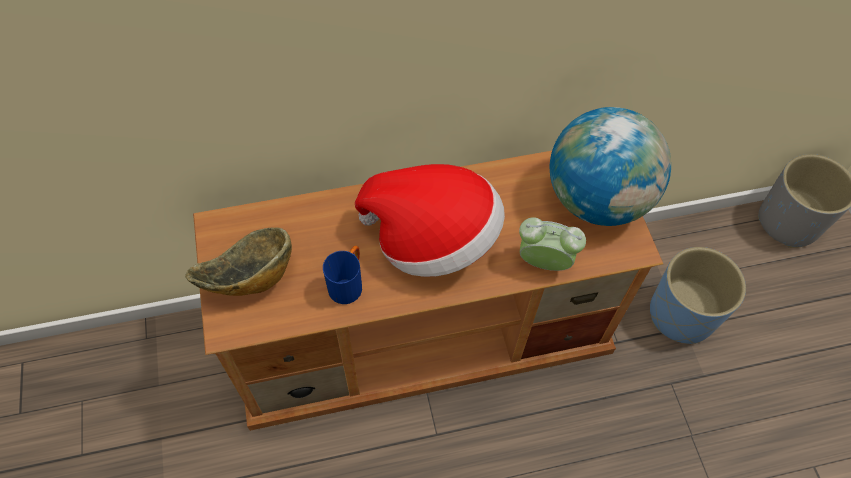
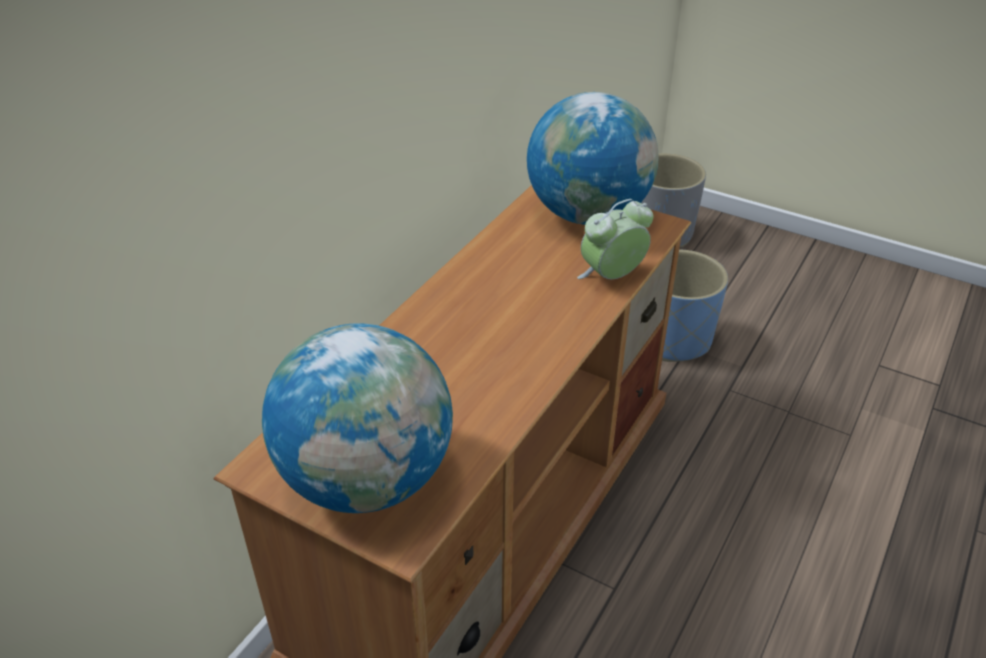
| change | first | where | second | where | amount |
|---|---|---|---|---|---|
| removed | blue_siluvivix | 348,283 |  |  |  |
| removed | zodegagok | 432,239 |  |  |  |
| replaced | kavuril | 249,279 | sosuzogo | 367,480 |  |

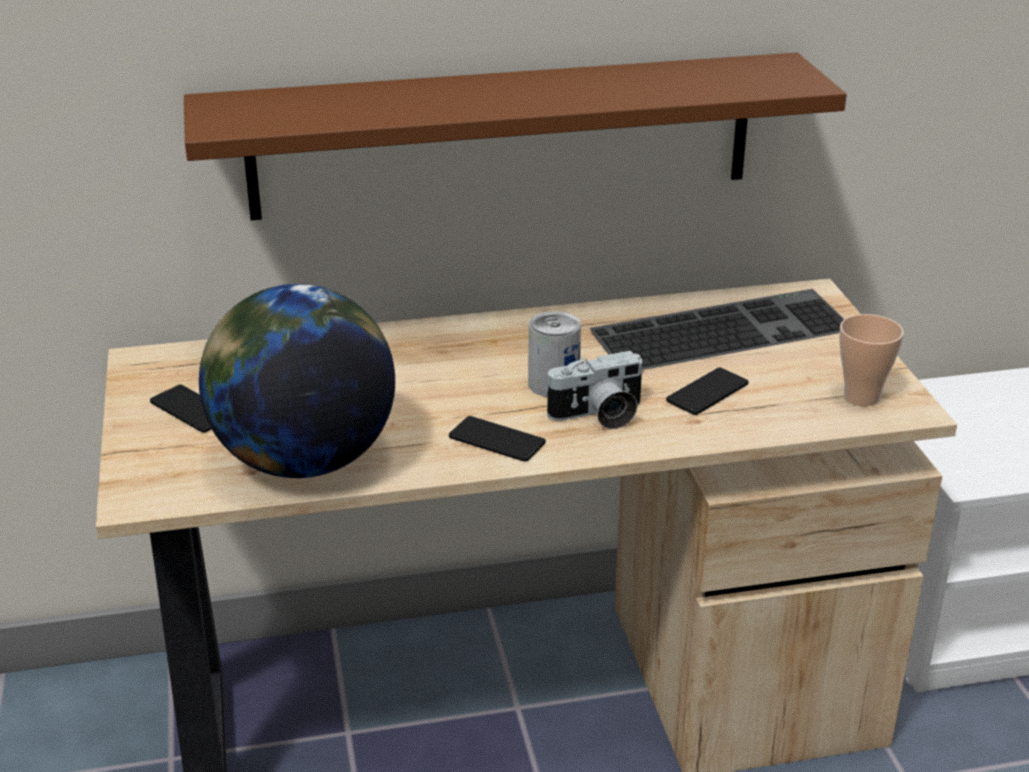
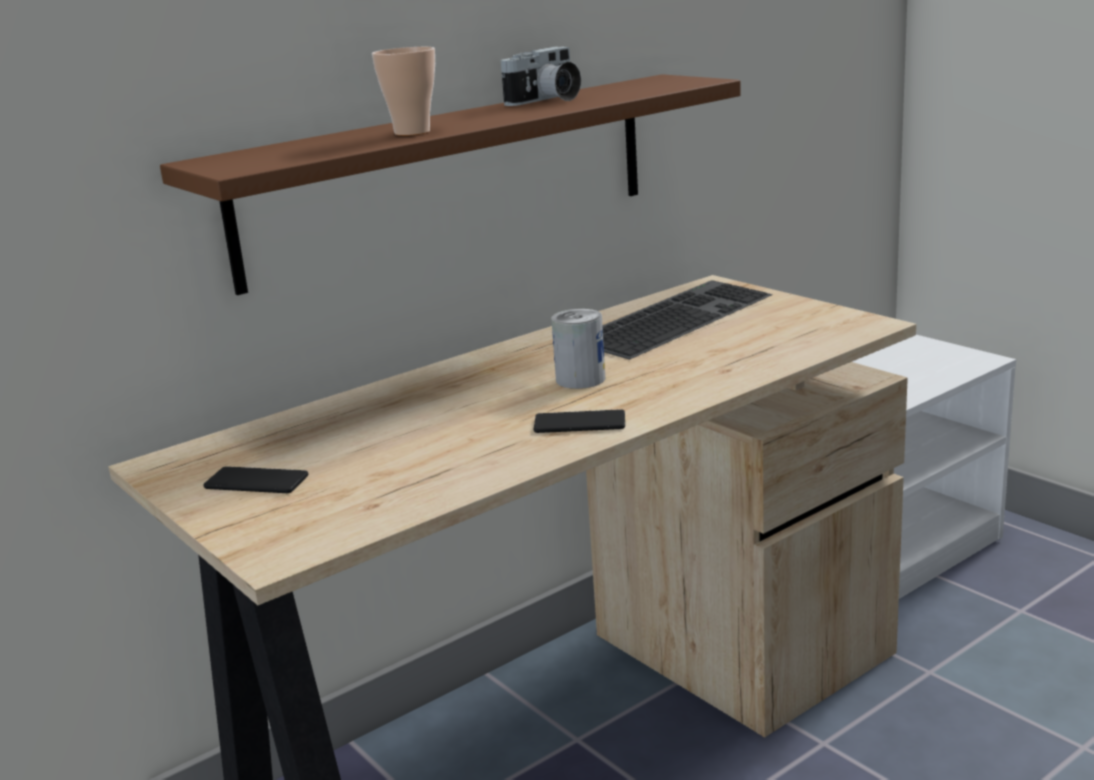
| change | first | where | second | where | amount |
|---|---|---|---|---|---|
| removed | sosuzogo | 303,460 |  |  |  |
| removed | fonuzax | 707,392 |  |  |  |
| moved | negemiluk | 598,415 |  | 546,101 |  |
| moved | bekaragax | 861,397 |  | 412,132 |  |

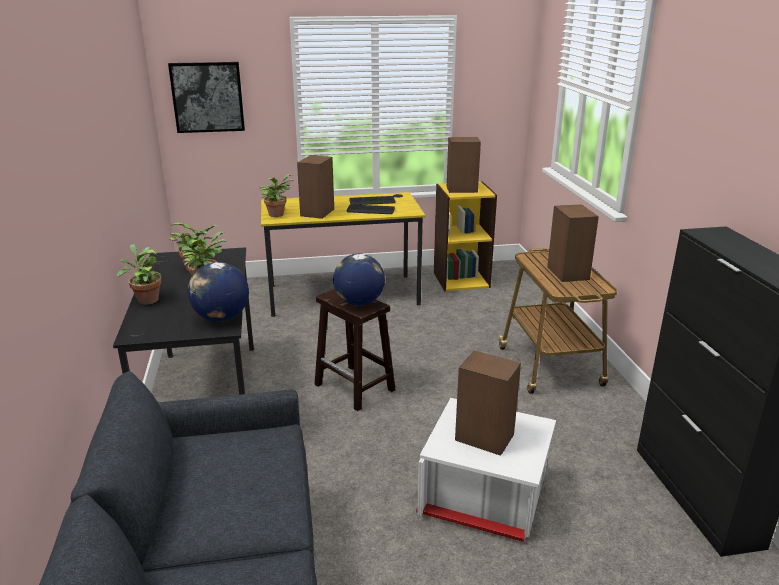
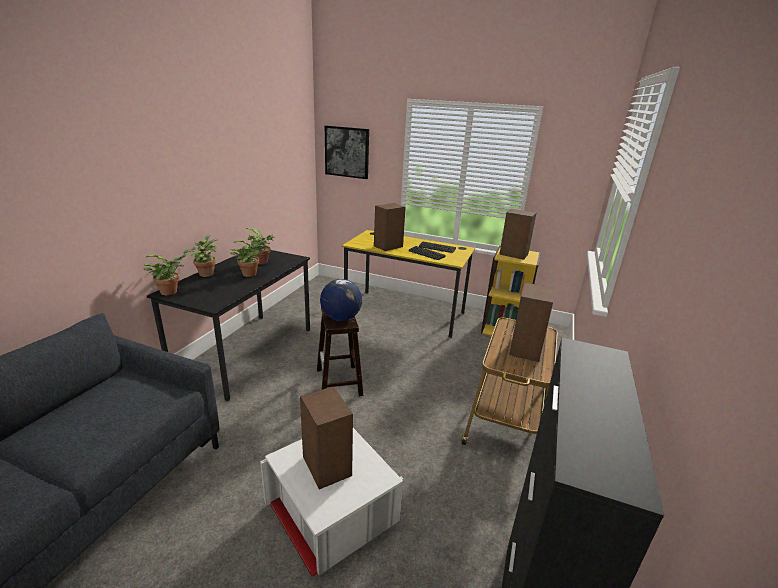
| change | first | where | second | where | amount |
|---|---|---|---|---|---|
| removed | sosuzogo | 221,318 |  |  |  |
| moved | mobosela | 277,214 |  | 171,291 |  |

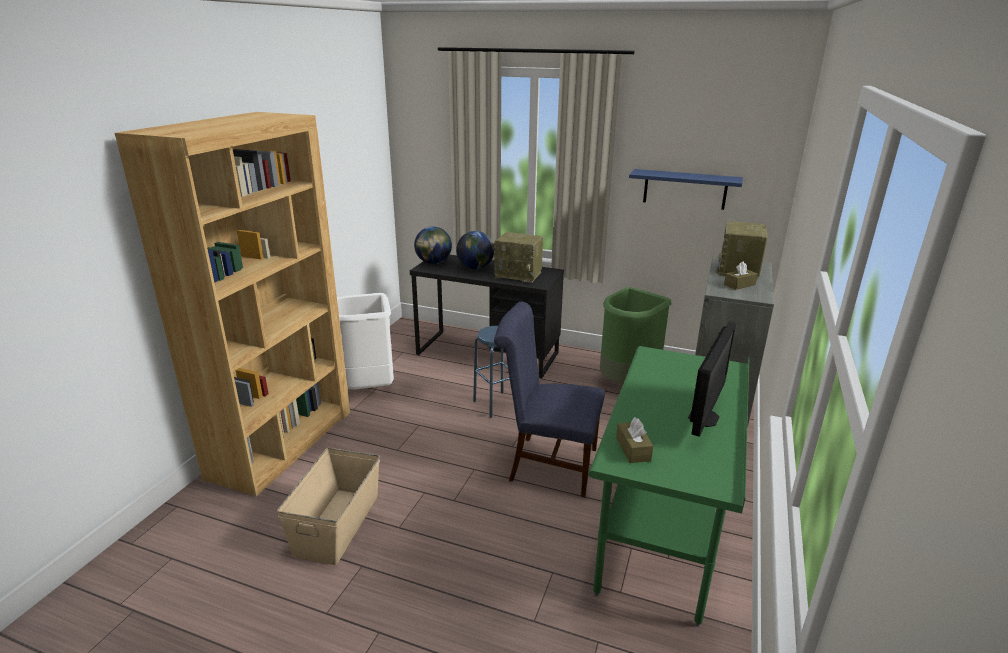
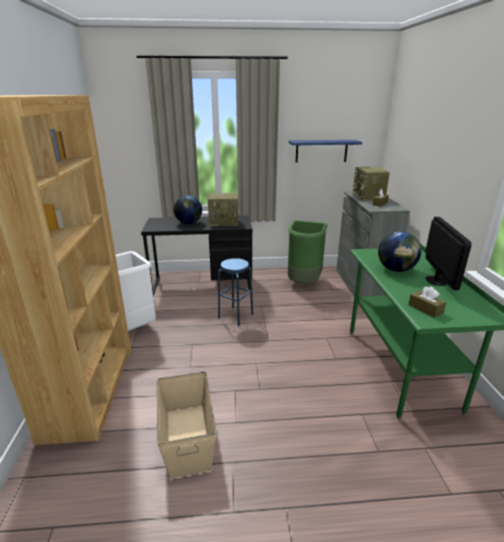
| change | first | where | second | where | amount |
|---|---|---|---|---|---|
| removed | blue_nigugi | 547,464 |  |  |  |
| moved | sosuzogo | 433,263 |  | 396,269 |  |

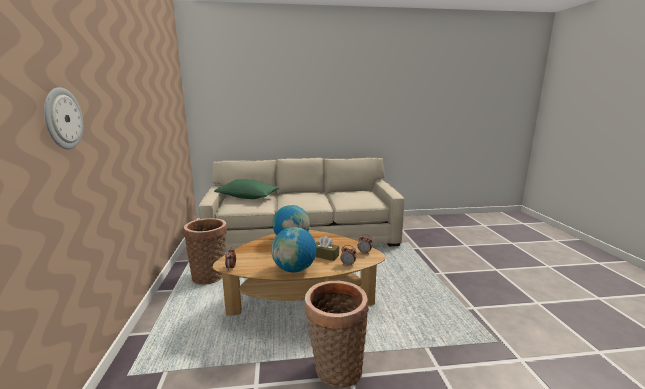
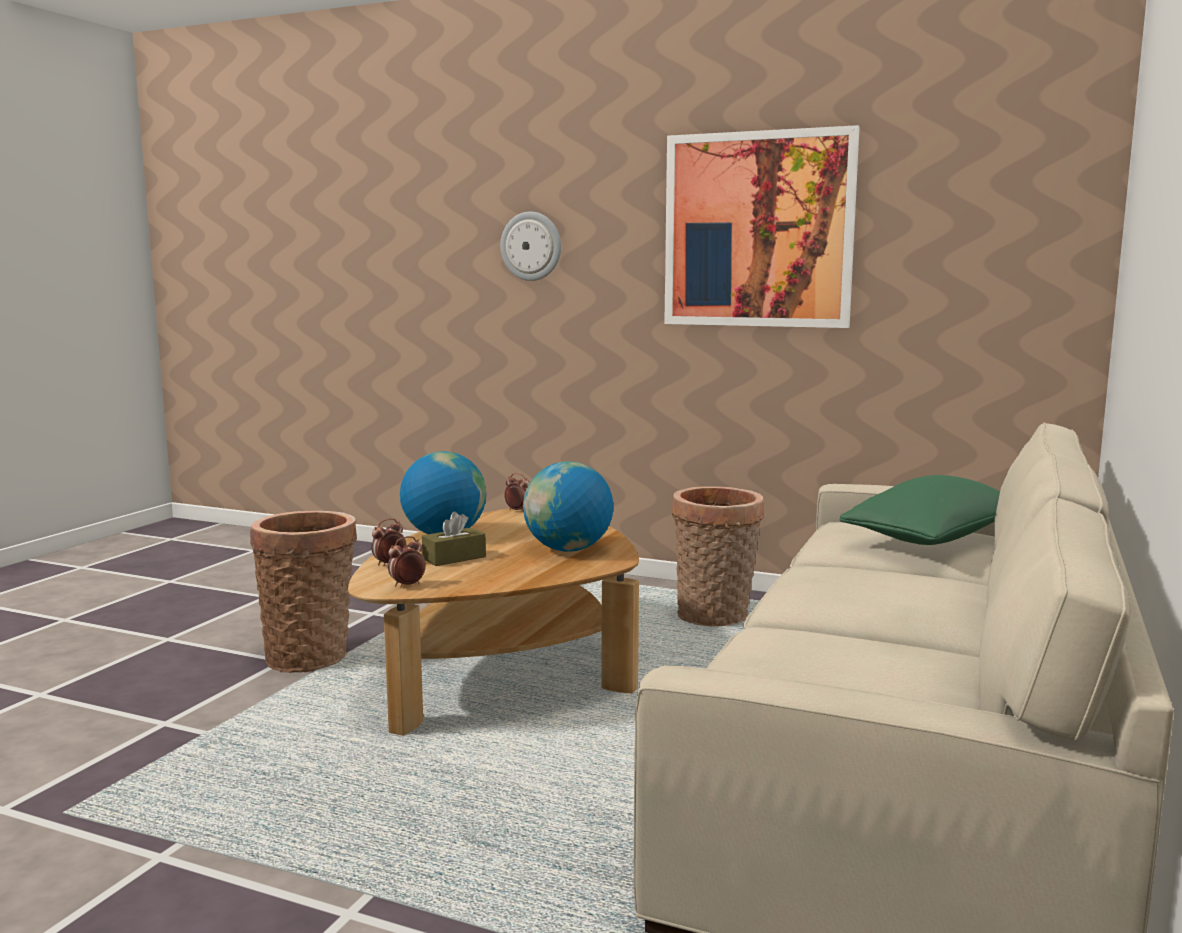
| change | first | where | second | where | amount |
|---|---|---|---|---|---|
| added |  |  | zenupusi | 758,230 |  |

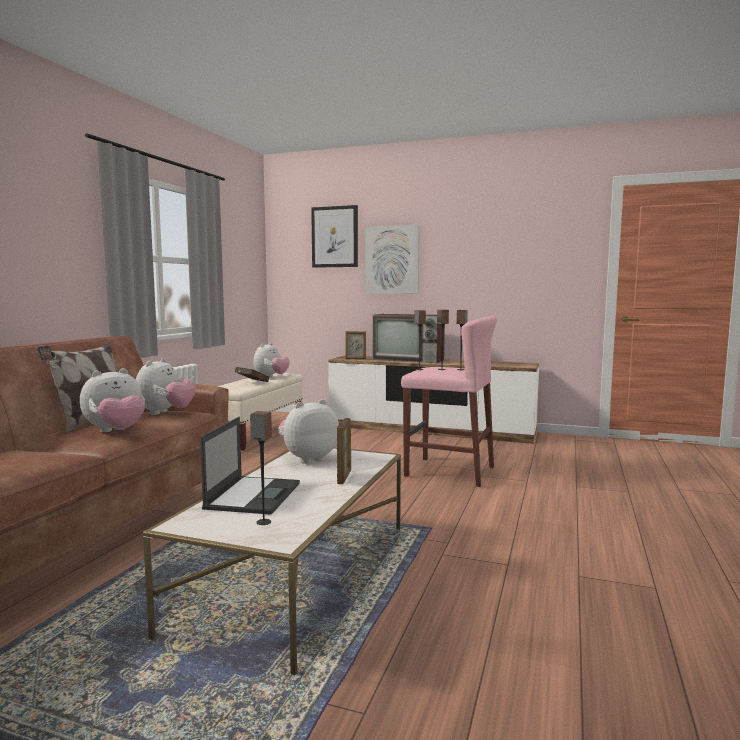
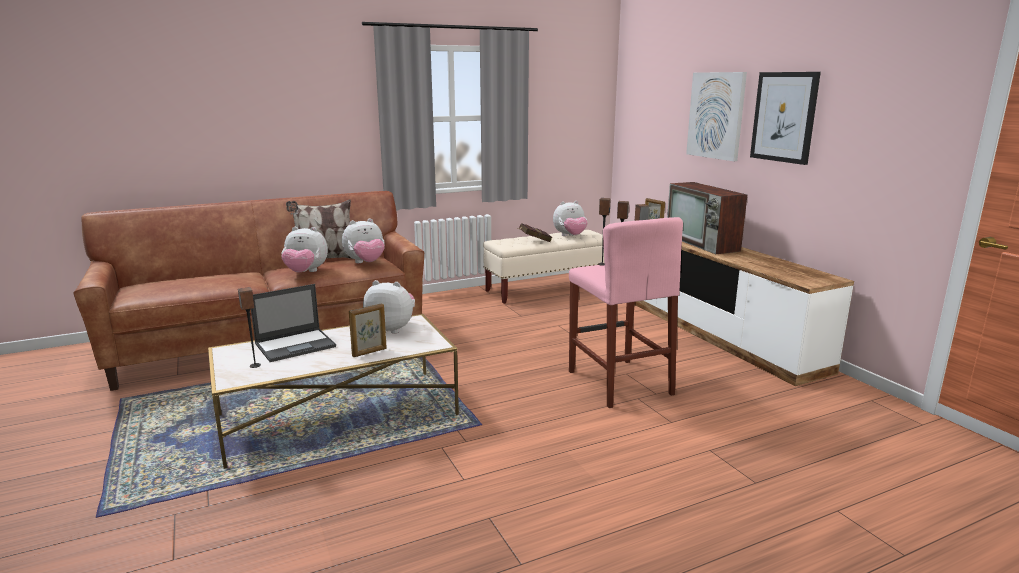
| change | first | where | second | where | amount |
|---|---|---|---|---|---|
| moved | zenupusi | 335,237 |  | 784,117 |  |

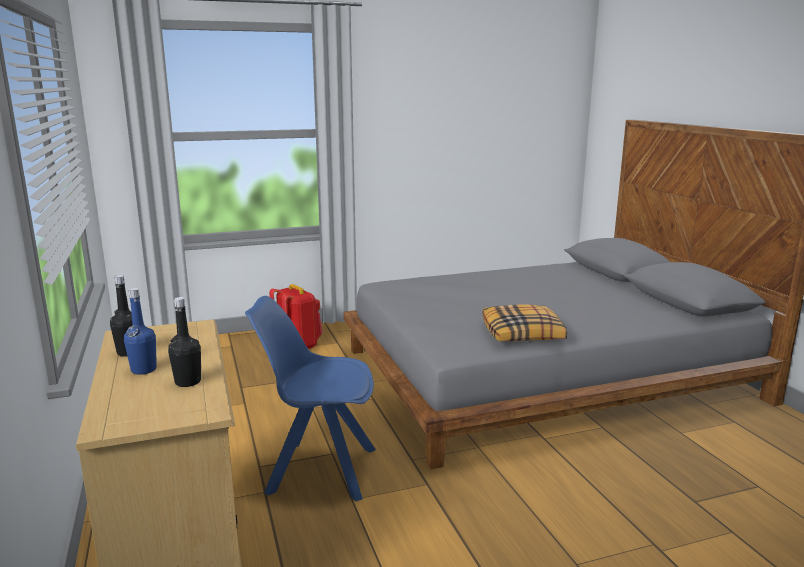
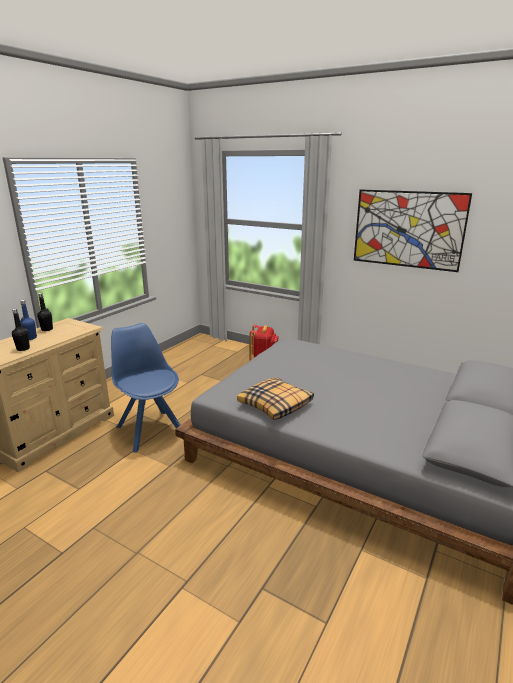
| change | first | where | second | where | amount |
|---|---|---|---|---|---|
| added |  |  | zenupusi | 407,229 |  |

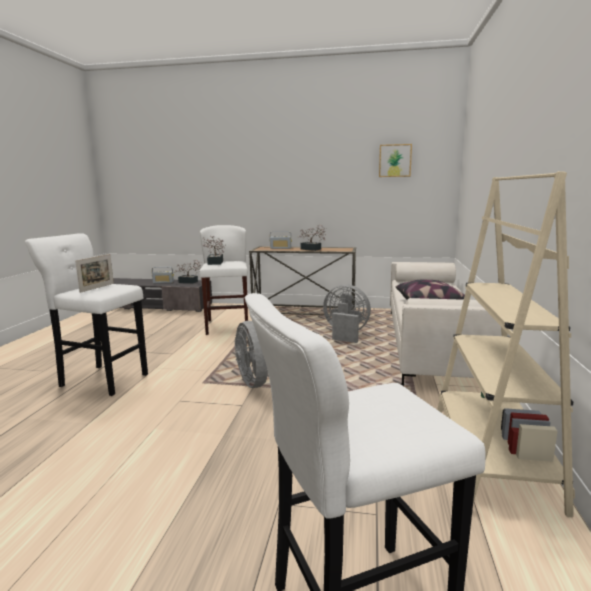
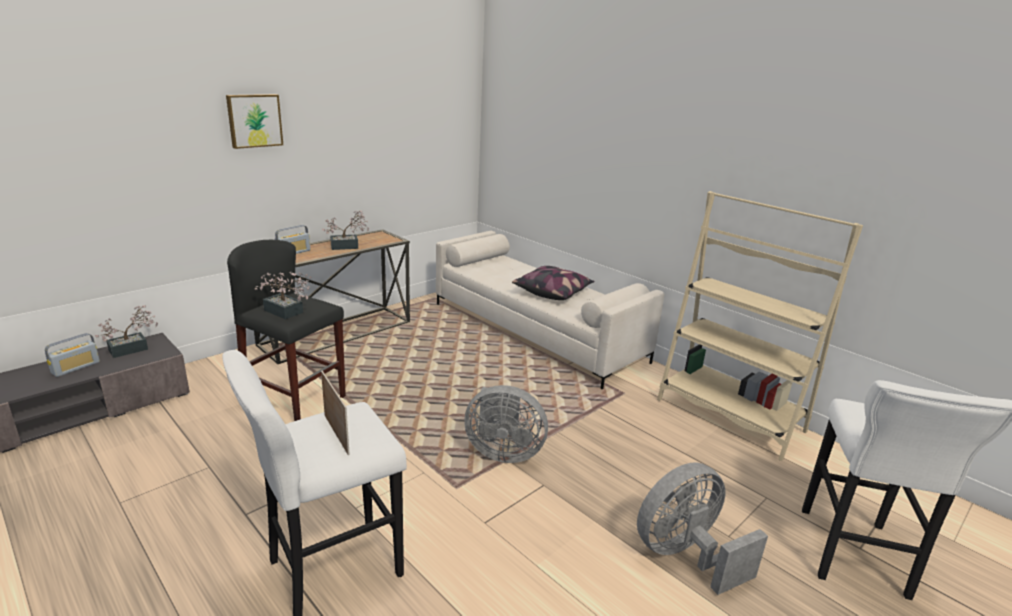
| change | first | where | second | where | amount |
|---|---|---|---|---|---|
| moved | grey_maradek | 345,334 |  | 685,555 |  |
| moved | zenupusi | 395,160 |  | 254,120 |  |
| recoloured | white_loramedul | 227,326 | black_loramedul | 295,400 |  |

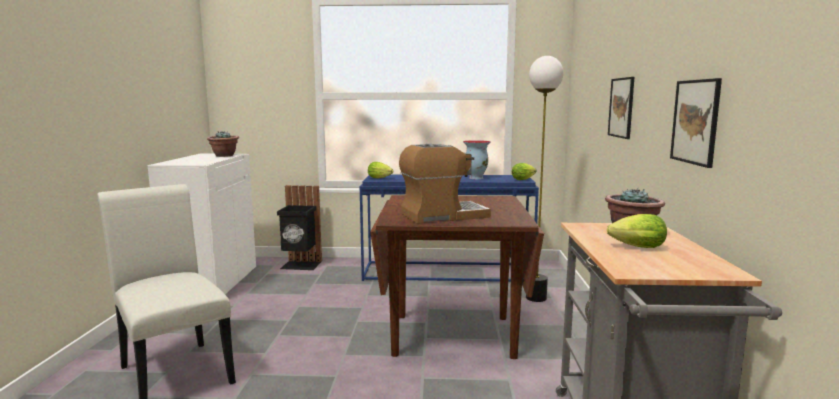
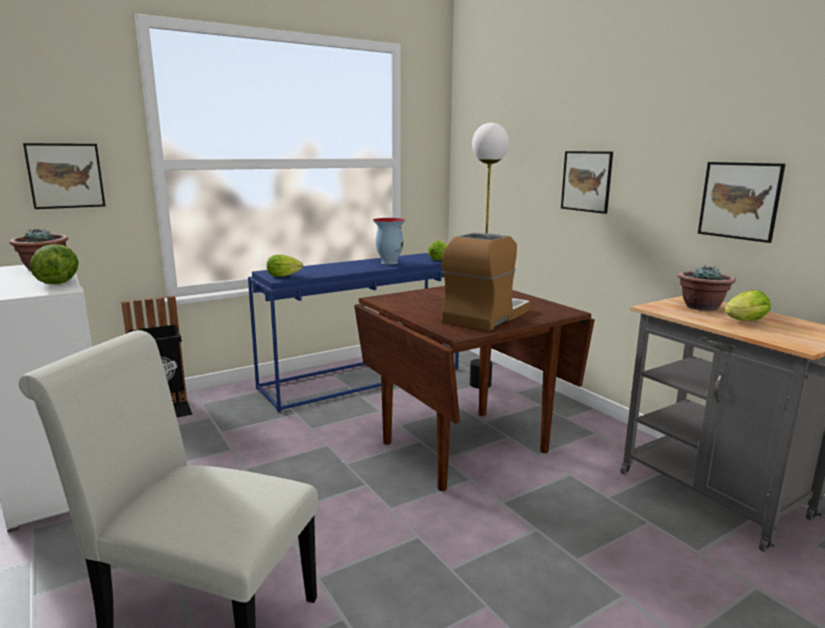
| change | first | where | second | where | amount |
|---|---|---|---|---|---|
| added |  |  | zenupusi | 65,176 |  |
| added |  |  | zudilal | 58,282 |  |

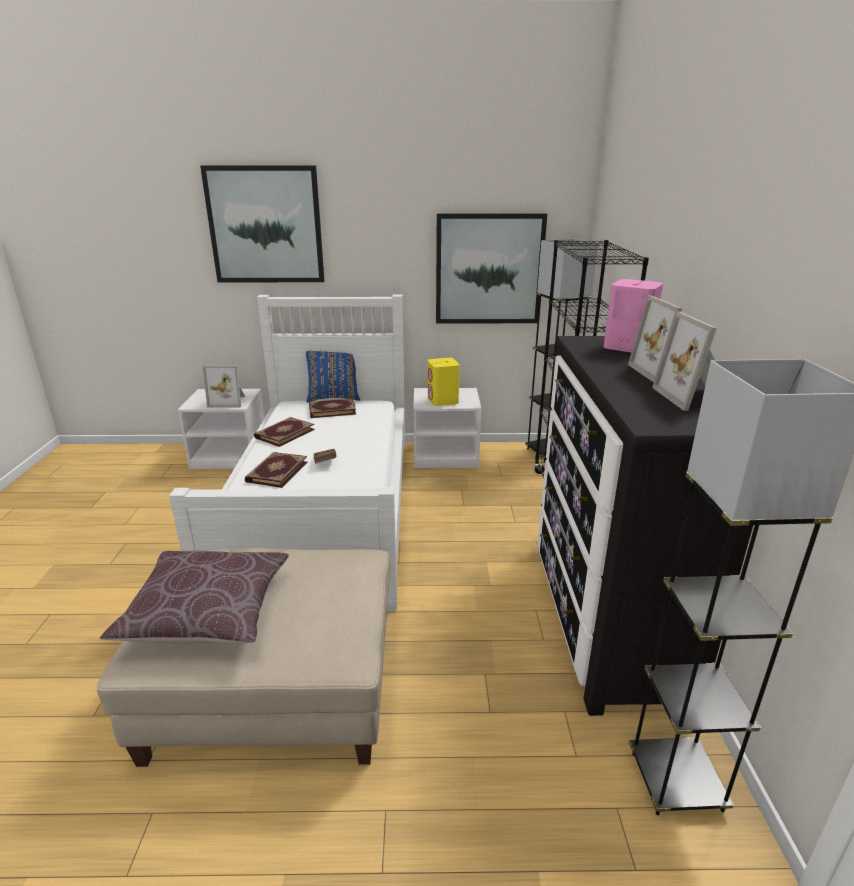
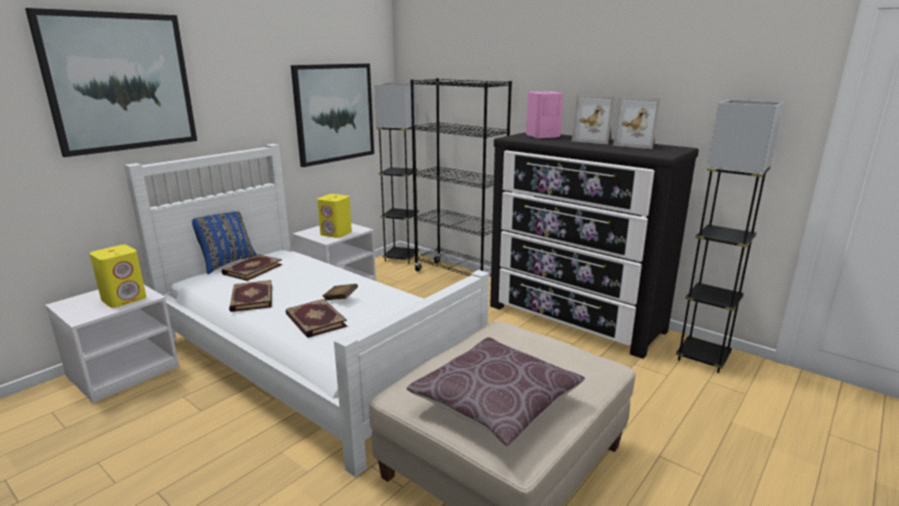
| change | first | where | second | where | amount |
|---|---|---|---|---|---|
| replaced | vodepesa | 228,401 | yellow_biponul | 124,299 |  |

